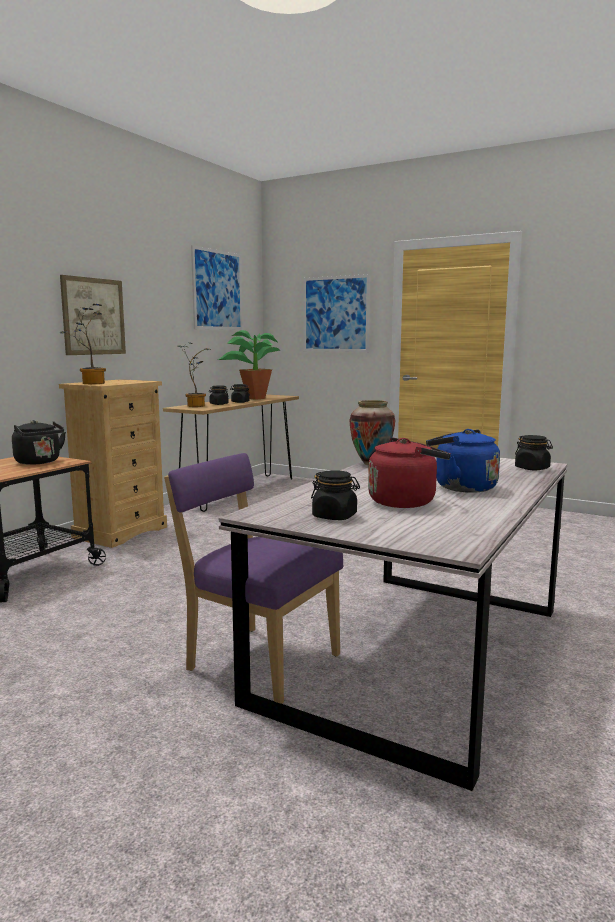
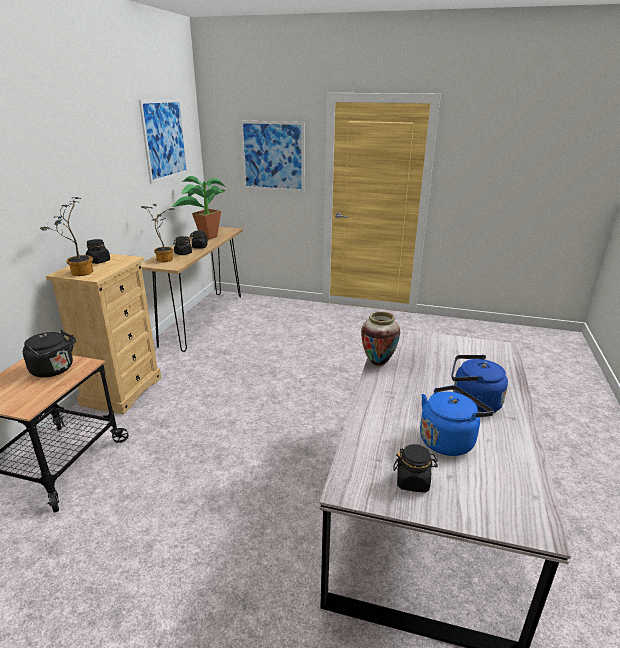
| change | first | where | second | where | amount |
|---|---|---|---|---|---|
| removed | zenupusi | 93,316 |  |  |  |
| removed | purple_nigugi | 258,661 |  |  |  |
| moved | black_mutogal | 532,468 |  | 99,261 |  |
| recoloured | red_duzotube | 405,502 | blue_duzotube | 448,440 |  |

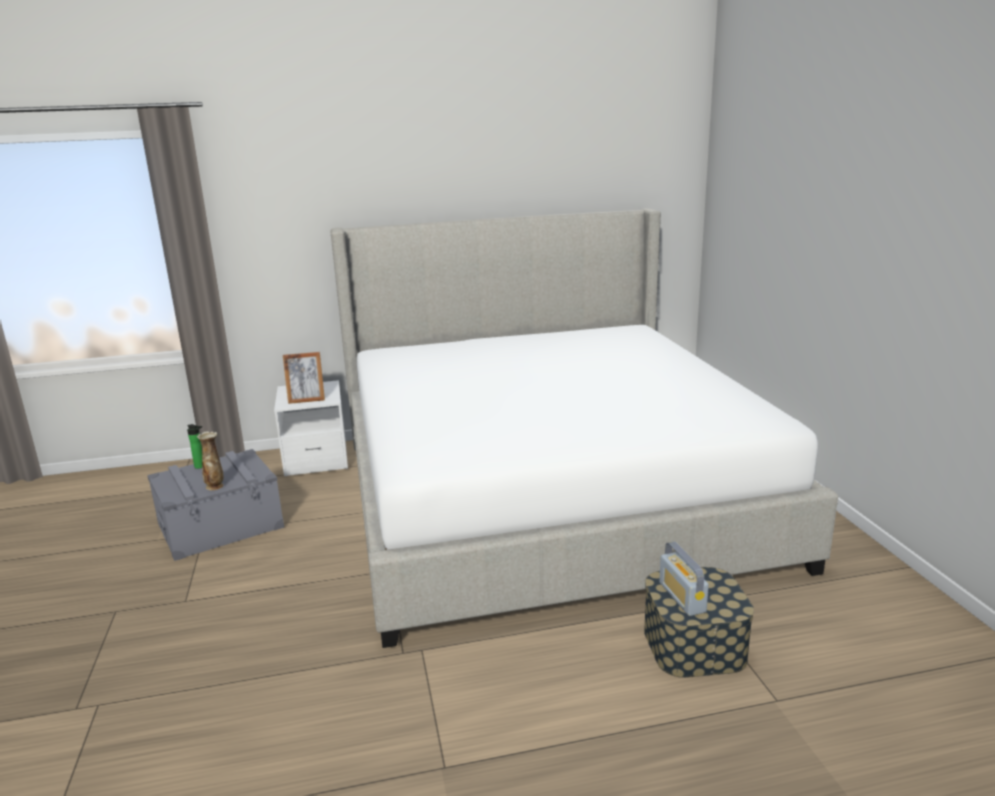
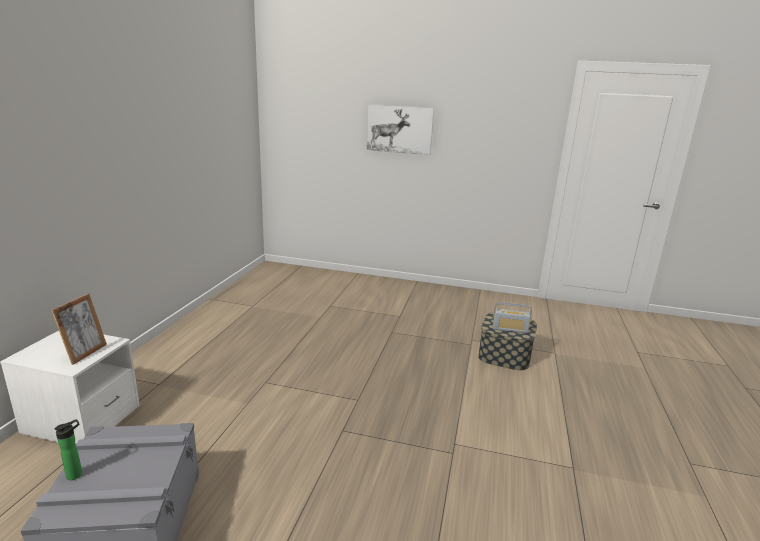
| change | first | where | second | where | amount |
|---|---|---|---|---|---|
| removed | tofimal | 215,486 |  |  |  |
| removed | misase | 546,496 |  |  |  |
| added |  |  | zenupusi | 400,129 |  |

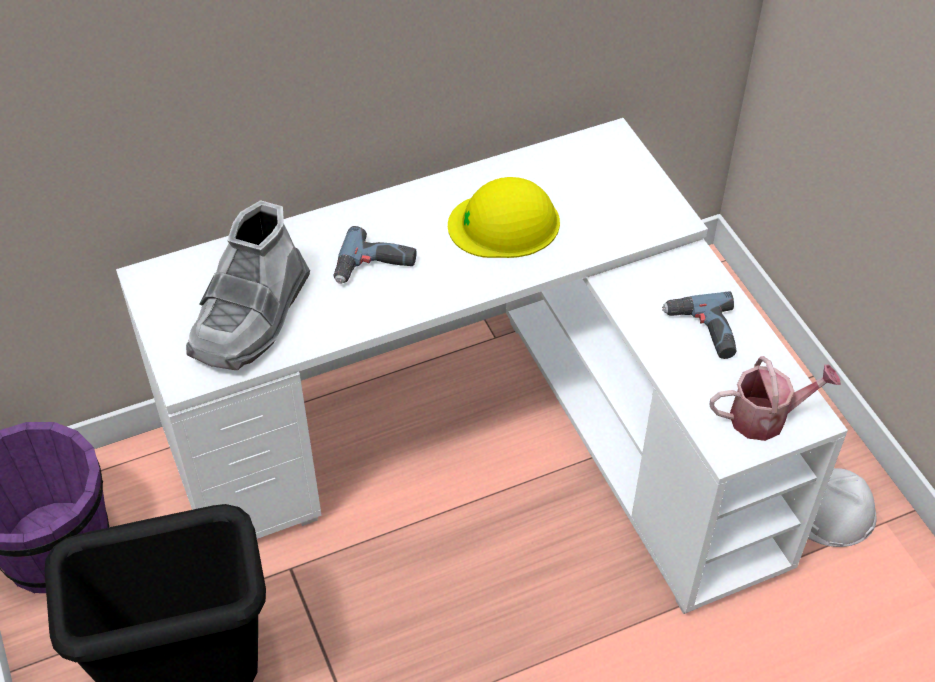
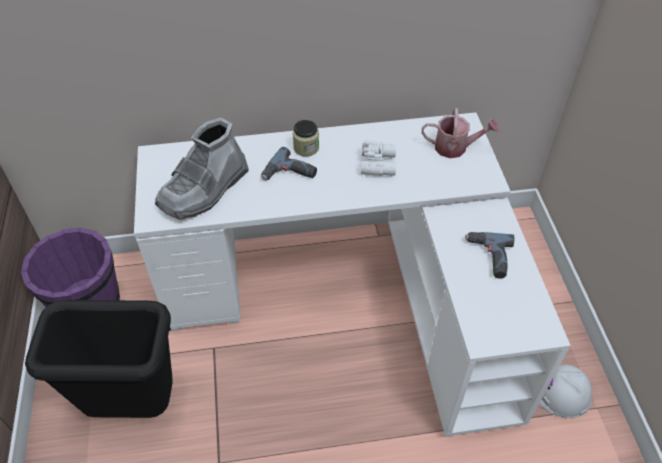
| change | first | where | second | where | amount |
|---|---|---|---|---|---|
| added |  |  | mutogal | 306,148 |  |
| moved | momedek | 766,417 |  | 455,147 |  |
| replaced | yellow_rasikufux | 505,224 | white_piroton | 379,163 |  |

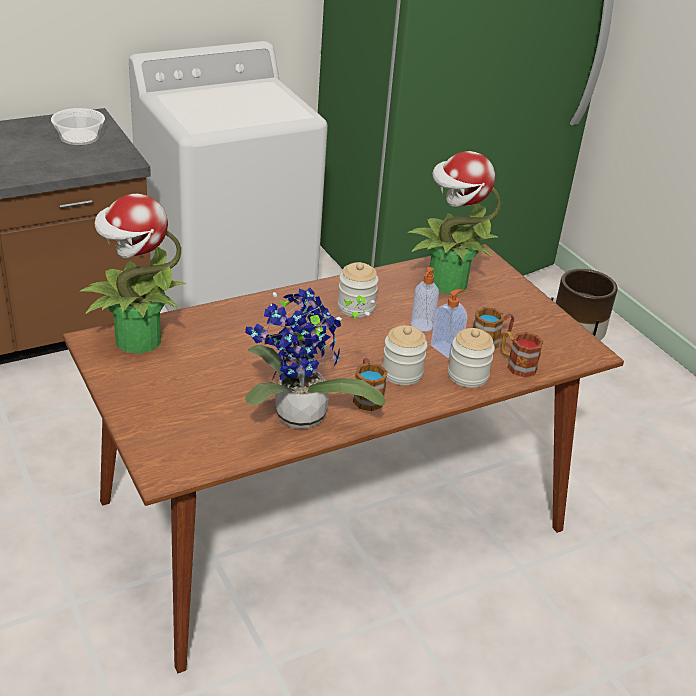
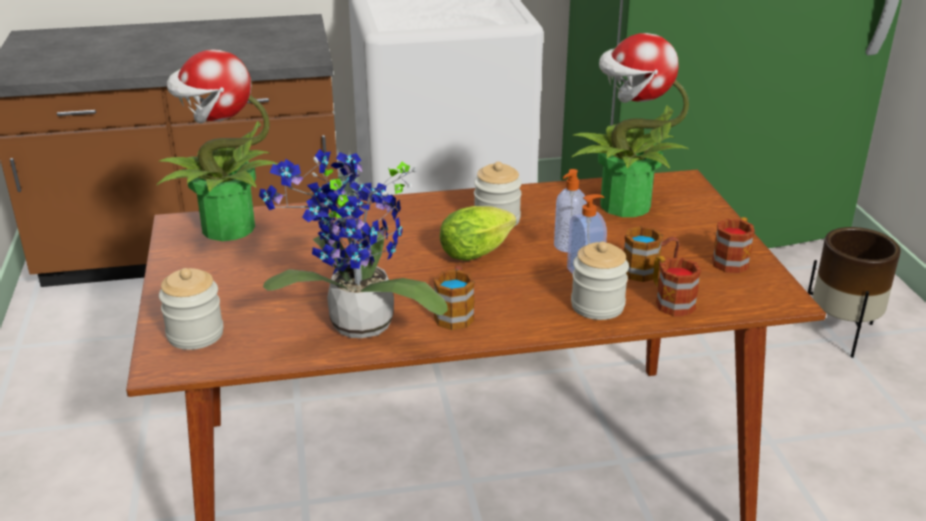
| change | first | where | second | where | amount |
|---|---|---|---|---|---|
| removed | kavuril | 80,137 |  |  |  |
| added |  |  | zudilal | 479,252 |  |
| added |  |  | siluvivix | 732,260 |  |
| moved | mutogal | 402,373 |  | 195,334 |  |

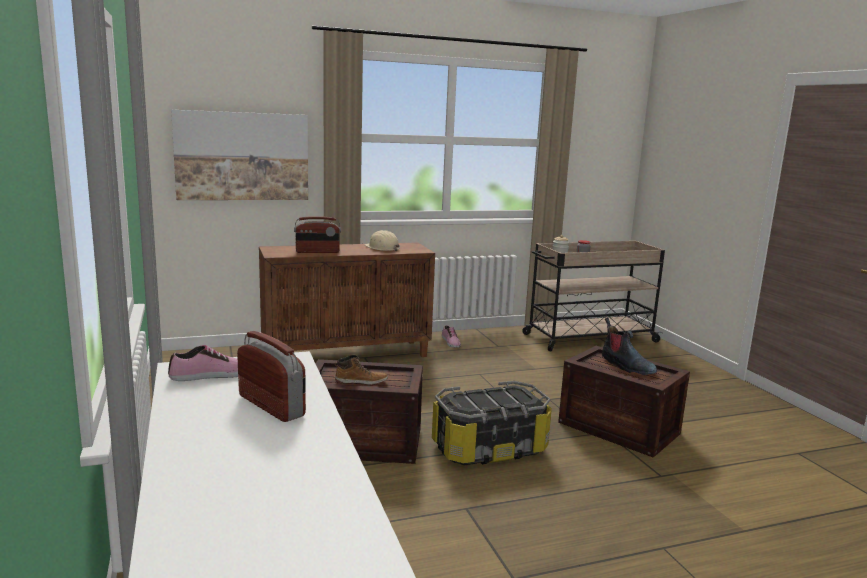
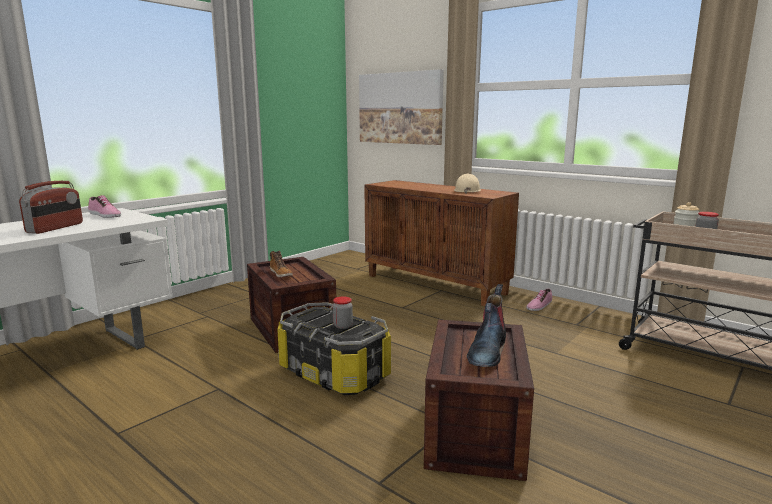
| change | first | where | second | where | amount |
|---|---|---|---|---|---|
| removed | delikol | 317,252 |  |  |  |
| added |  |  | mutogal | 343,326 |  |

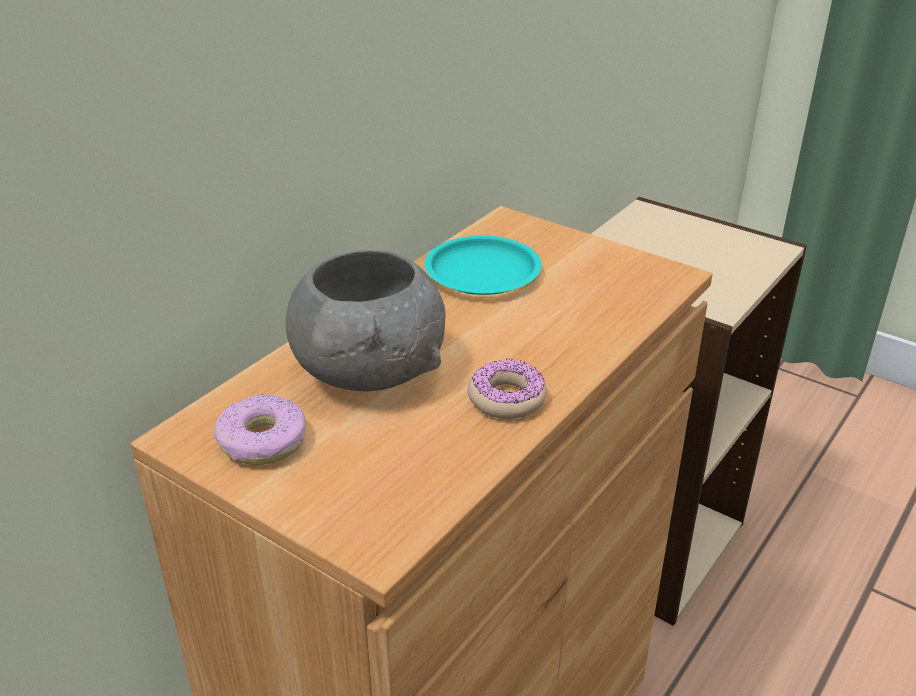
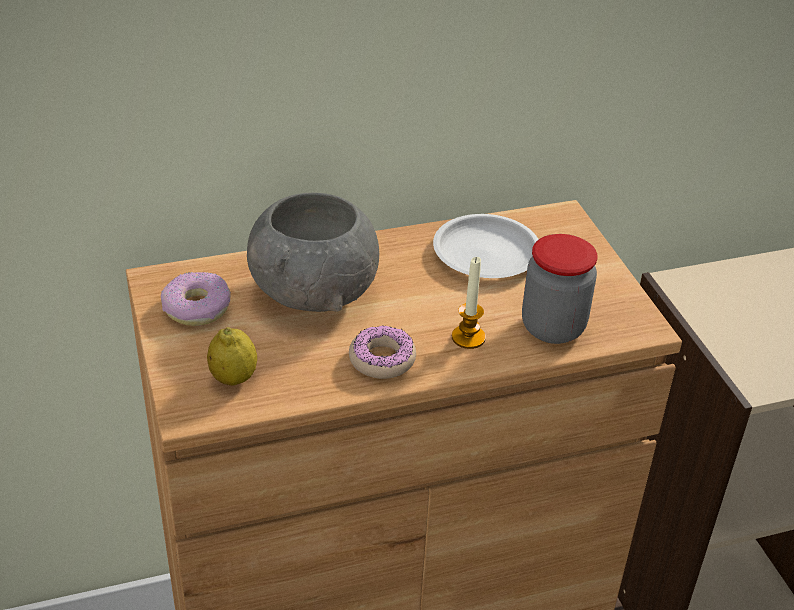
| change | first | where | second | where | amount |
|---|---|---|---|---|---|
| added |  |  | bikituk | 233,378 |  |
| added |  |  | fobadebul | 468,337 |  |
| added |  |  | mutogal | 553,327 |  |
| recoloured | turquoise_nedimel | 483,273 | white_nedimel | 486,254 |  |

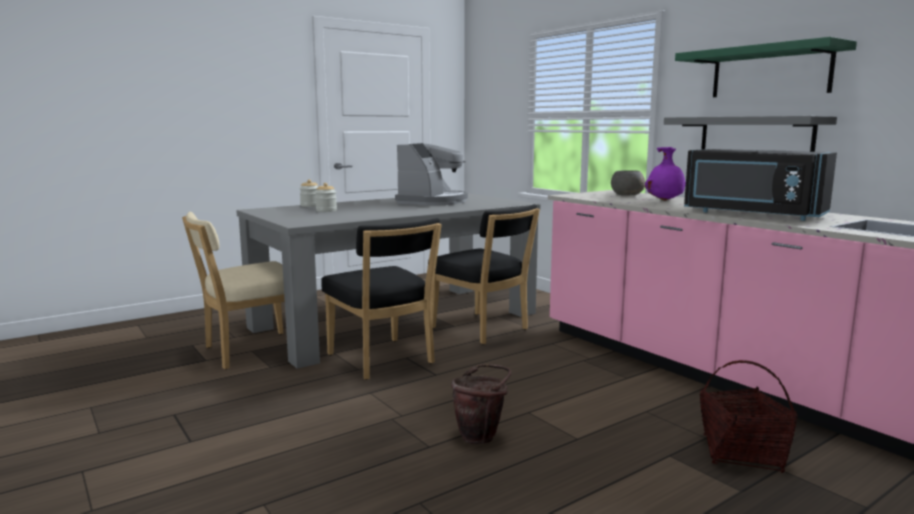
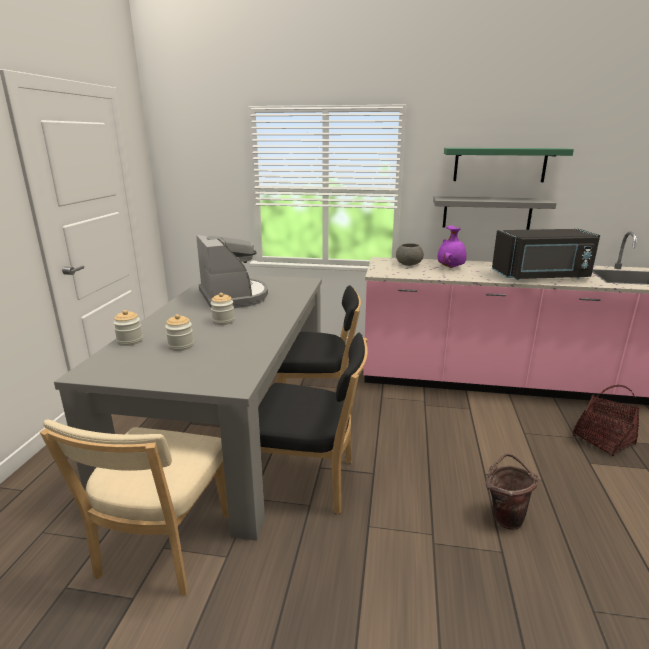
| change | first | where | second | where | amount |
|---|---|---|---|---|---|
| added |  |  | mutogal | 223,321 |  |

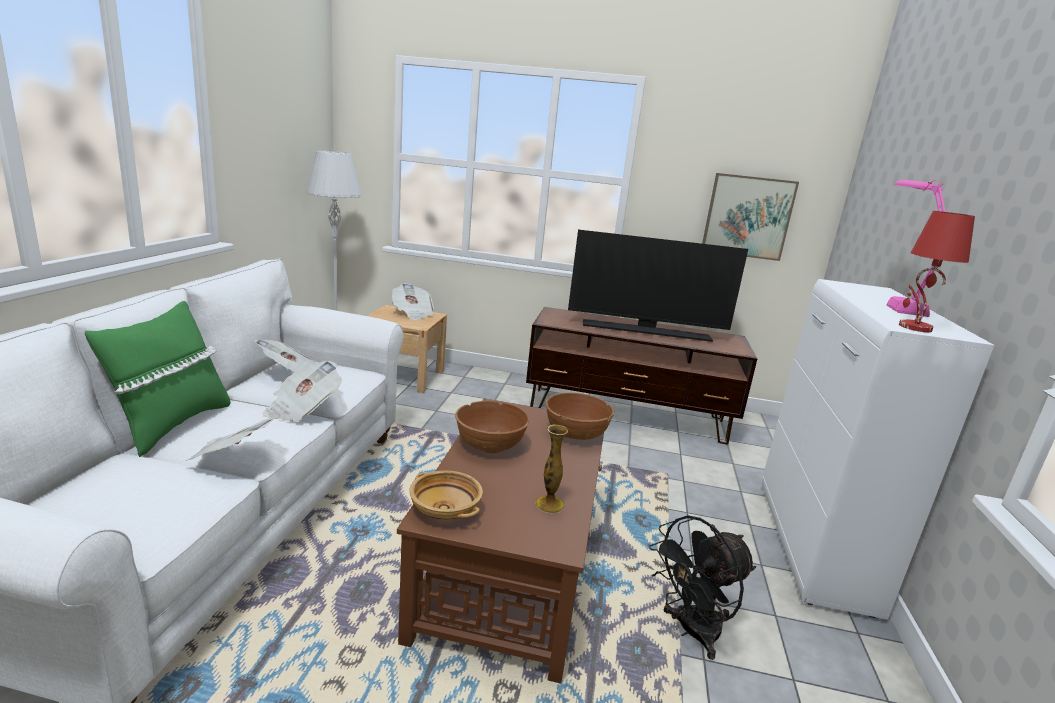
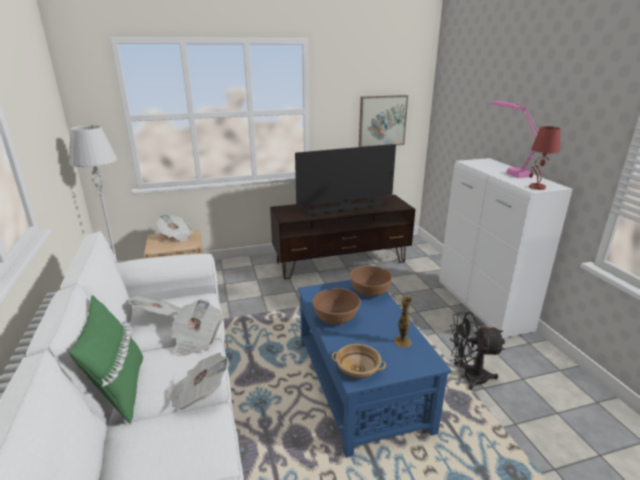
| change | first | where | second | where | amount |
|---|---|---|---|---|---|
| recoloured | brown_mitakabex | 511,564 | blue_mitakabex | 360,382 |  |
| turned | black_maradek | 691,632 |  | 468,377 | 60 degrees clockwise |

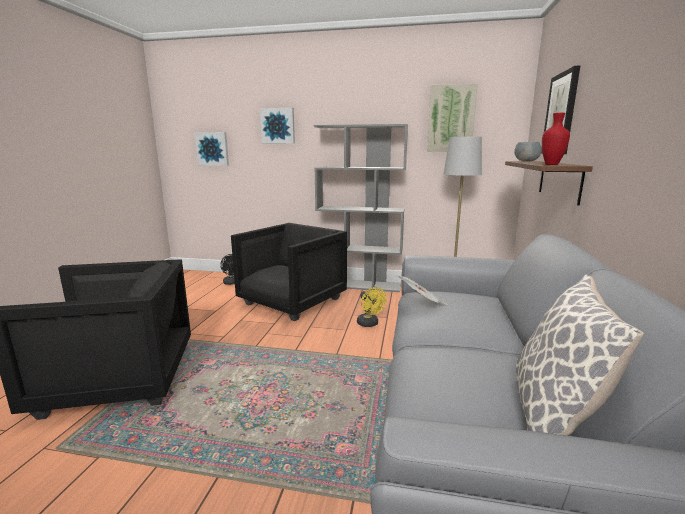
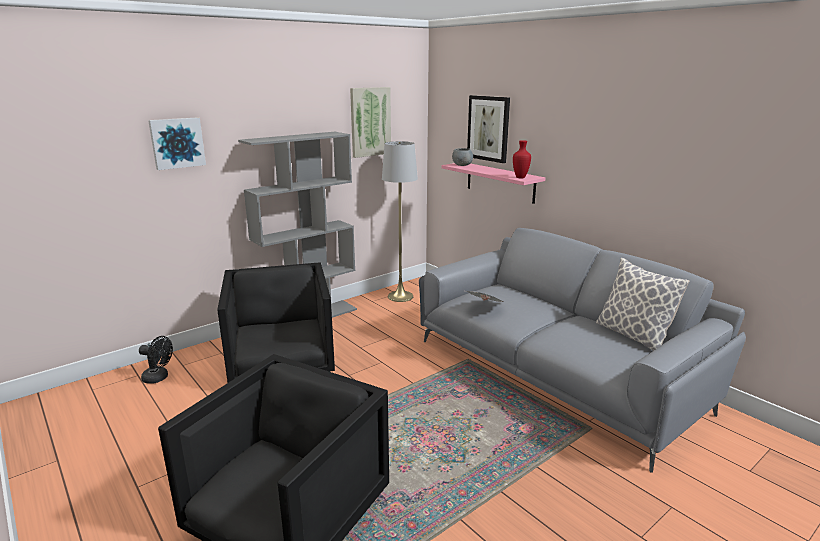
| change | first | where | second | where | amount |
|---|---|---|---|---|---|
| removed | zenupusi | 212,149 |  |  |  |
| removed | yellow_maradek | 369,324 |  |  |  |
| recoloured | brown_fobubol | 559,180 | pink_fobubol | 500,182 |  |

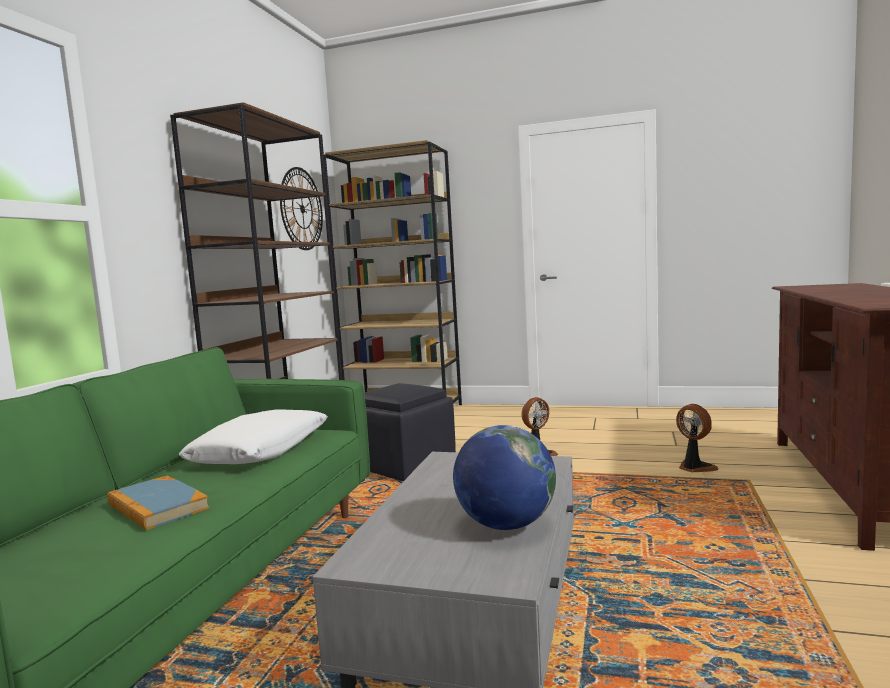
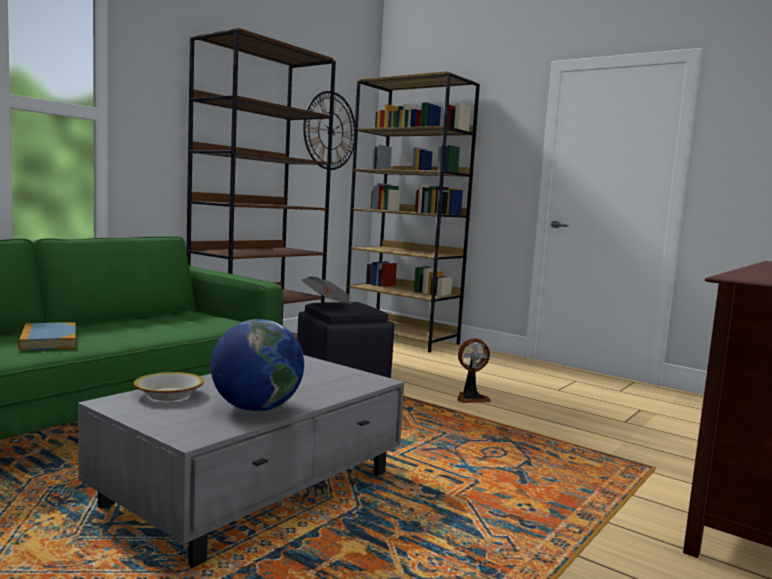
| change | first | where | second | where | amount |
|---|---|---|---|---|---|
| removed | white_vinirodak | 261,451 |  |  |  |
| removed | maradek | 694,468 |  |  |  |
| added |  |  | kavuril | 169,394 |  |
| added |  |  | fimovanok | 328,305 |  |

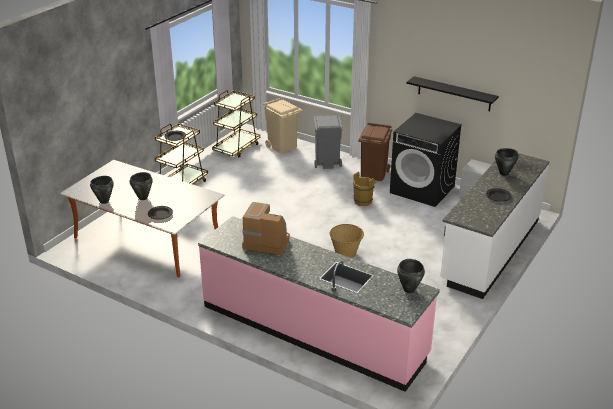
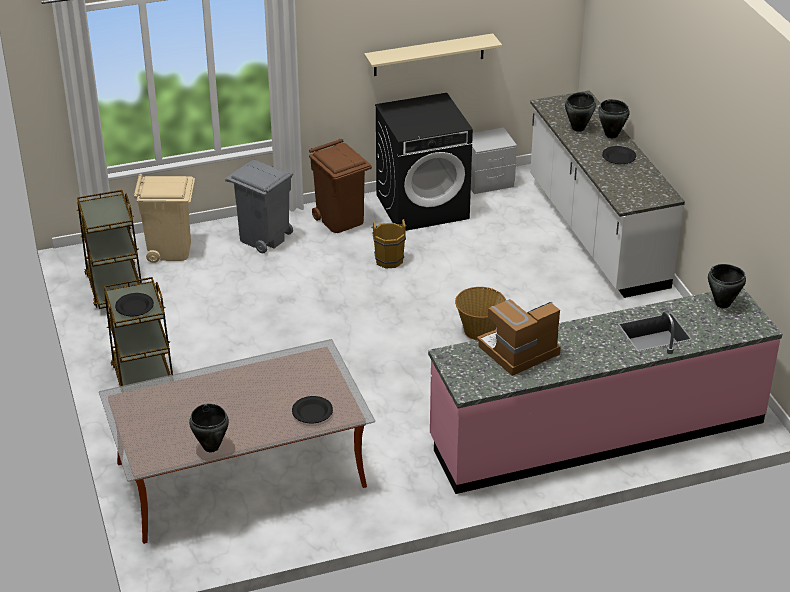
| change | first | where | second | where | amount |
|---|---|---|---|---|---|
| moved | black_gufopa | 142,197 |  | 611,135 |  |
| recoloured | black_fobubol | 454,94 | beige_fobubol | 429,55 |  |

